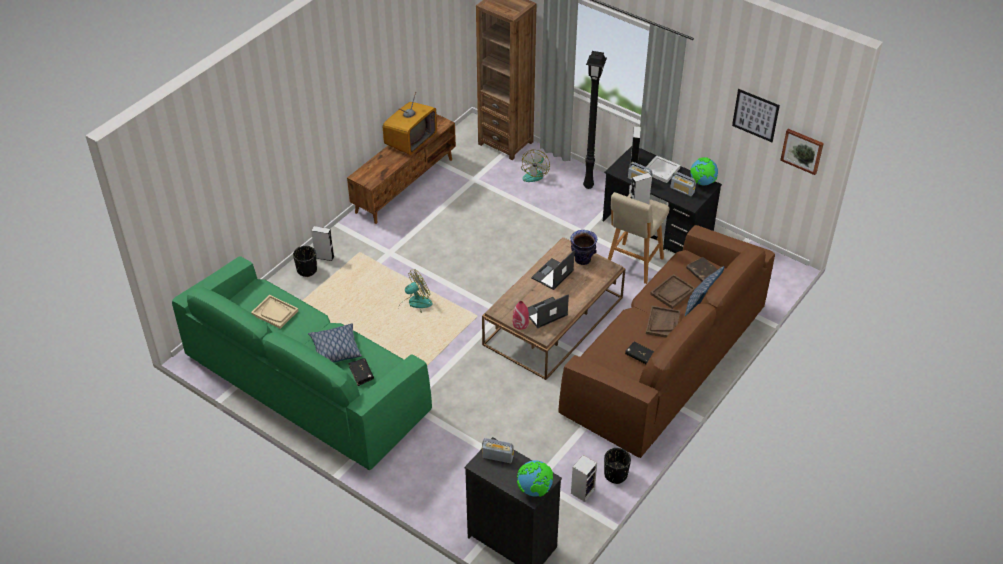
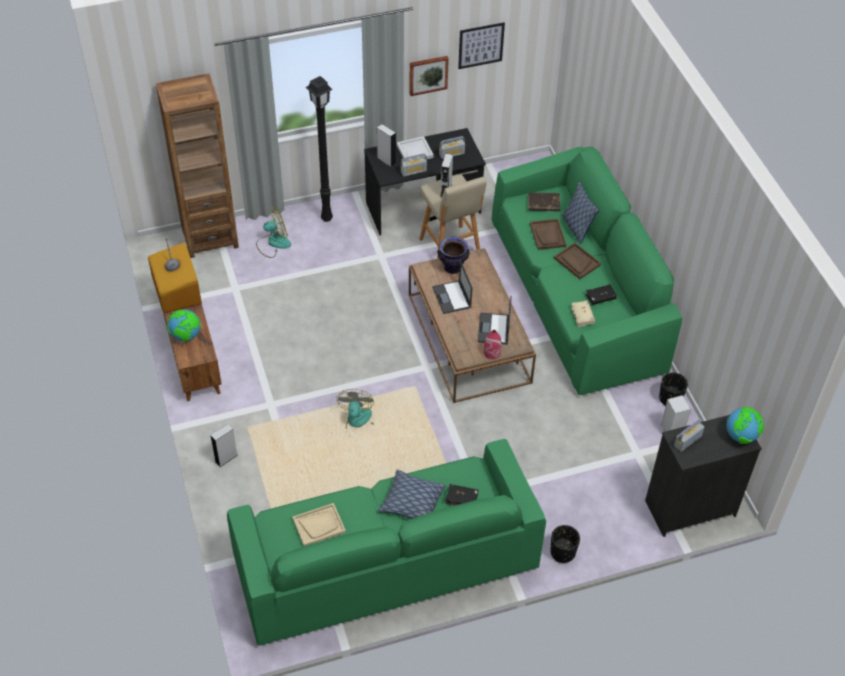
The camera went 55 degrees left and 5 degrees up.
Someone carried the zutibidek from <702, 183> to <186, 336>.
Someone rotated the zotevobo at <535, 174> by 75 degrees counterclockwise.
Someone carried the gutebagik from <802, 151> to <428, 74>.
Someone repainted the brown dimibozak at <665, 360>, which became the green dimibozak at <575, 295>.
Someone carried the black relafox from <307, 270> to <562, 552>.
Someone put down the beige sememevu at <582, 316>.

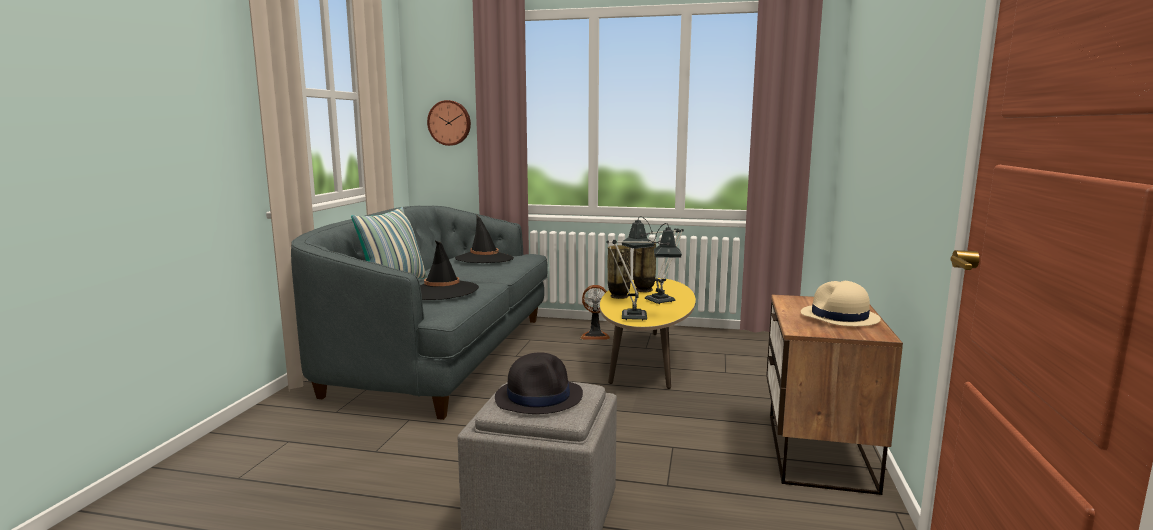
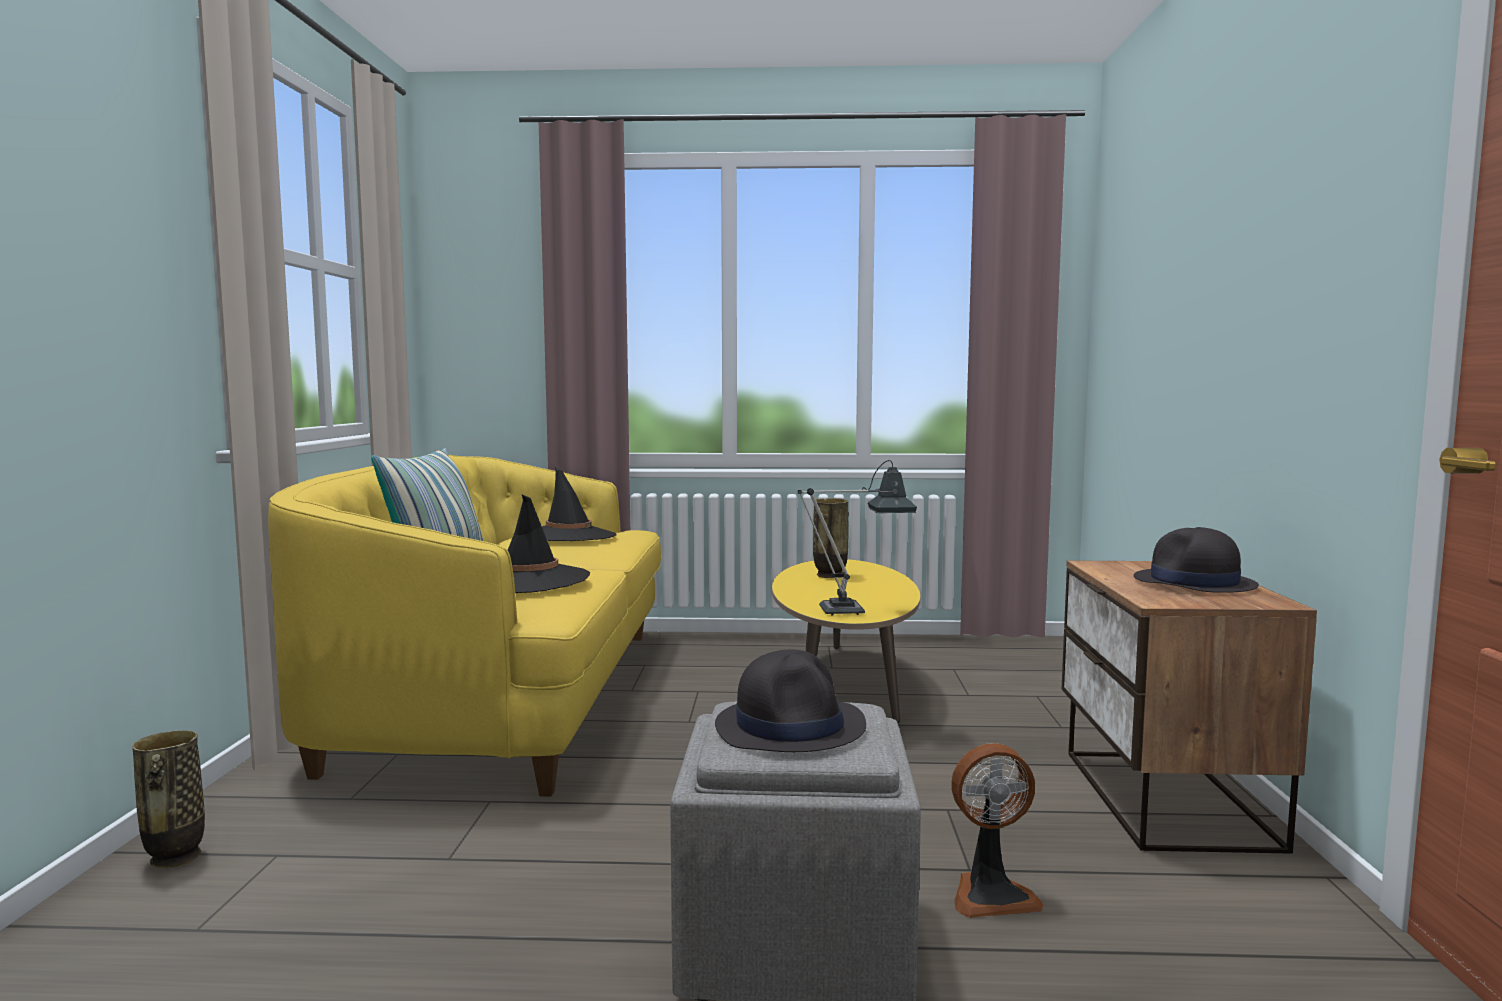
The camera went 10 degrees left and 5 degrees down.
Someone carried the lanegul from <619, 297> to <175, 858>.
Someone repainted the grey dimibozak at <441, 355>, which became the yellow dimibozak at <507, 697>.
Someone carried the zotevobo from <595, 335> to <990, 895>.
Someone repainted the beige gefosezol at <839, 317>, which became the black gefosezol at <1194, 583>.
Someone took away the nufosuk at <450, 123>.
Someone took away the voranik at <654, 301>.

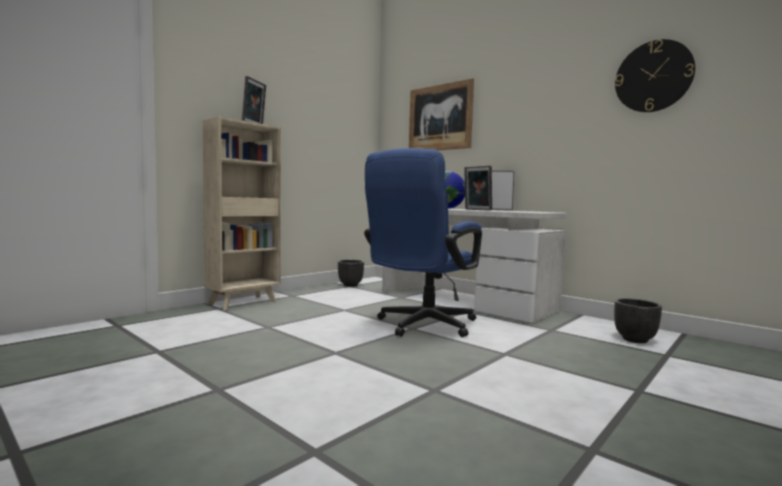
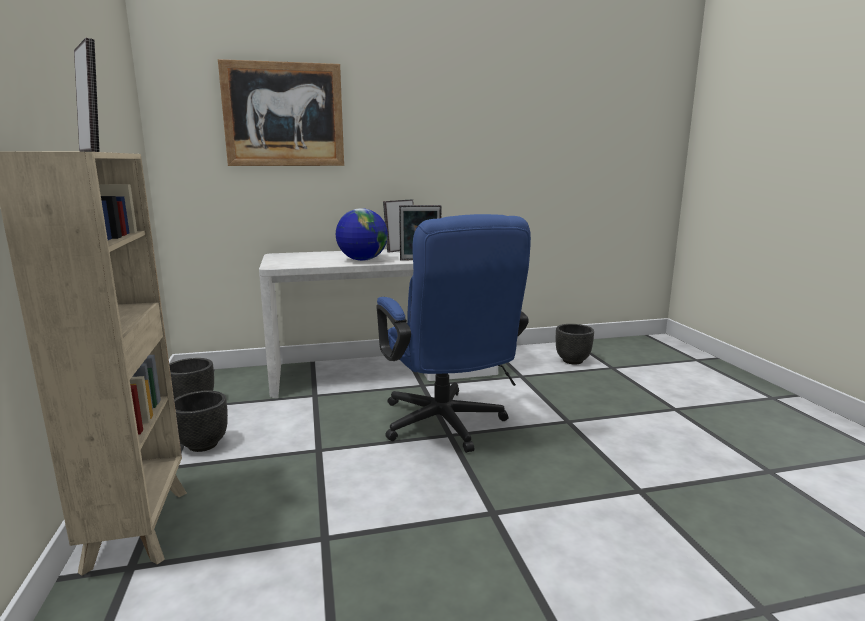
The camera went 55 degrees left and 10 degrees up.
Someone put down the black relafox at <202, 445>.
Someone took away the nufosuk at <653, 76>.

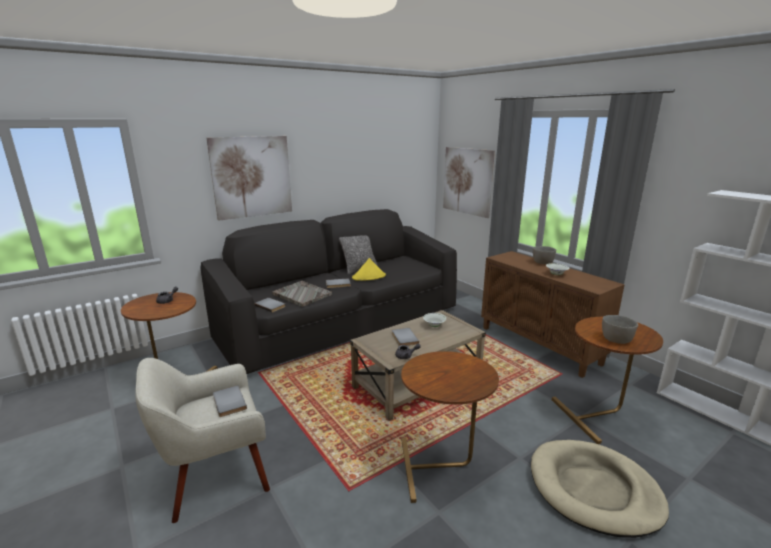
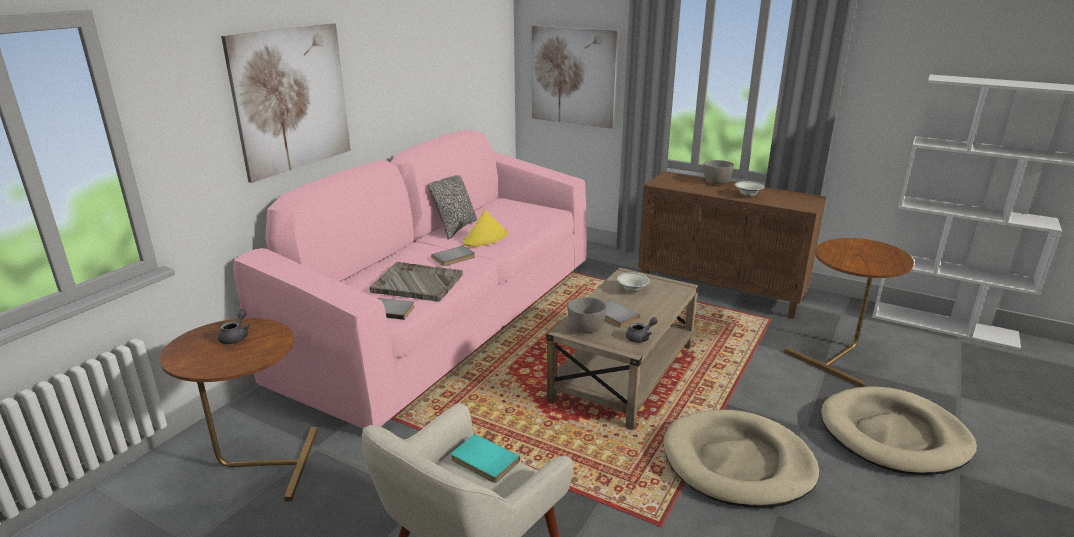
The camera went 25 degrees left and 5 degrees up.
Someone repainted the black dimibozak at <342, 323>, which became the pink dimibozak at <449, 316>.
Someone repainted the grey sememevu at <228, 403>, which became the turquoise sememevu at <483, 461>.
Someone carried the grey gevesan from <615, 340> to <585, 328>.
Someone swapped the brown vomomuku at <442, 467> for the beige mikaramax at <737, 463>.

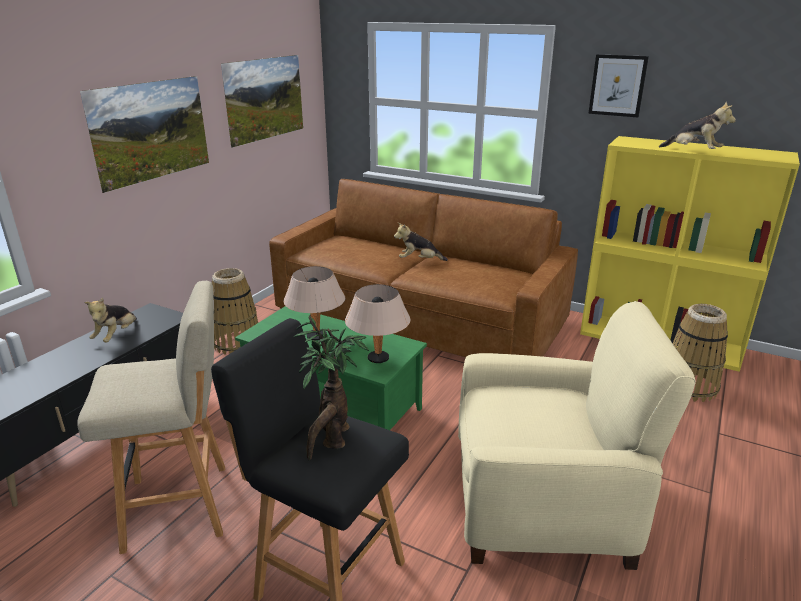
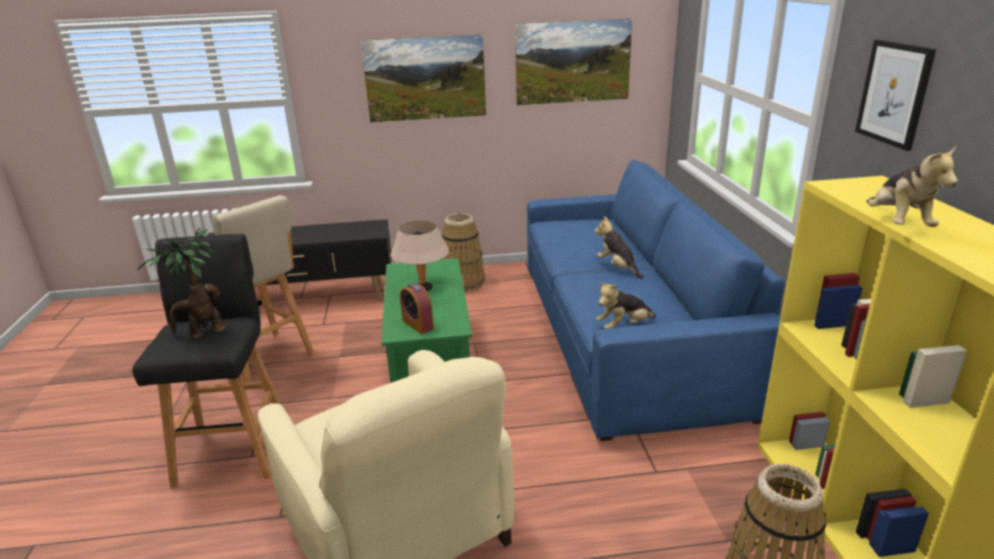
The camera went 55 degrees right and 0 degrees up.
Someone swapped the beige voranik at <378, 358> for the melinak at <418, 324>.
Someone repainted the brown dimibozak at <419, 316>, which became the blue dimibozak at <626, 334>.
Someone carried the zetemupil from <116, 336> to <623, 326>.

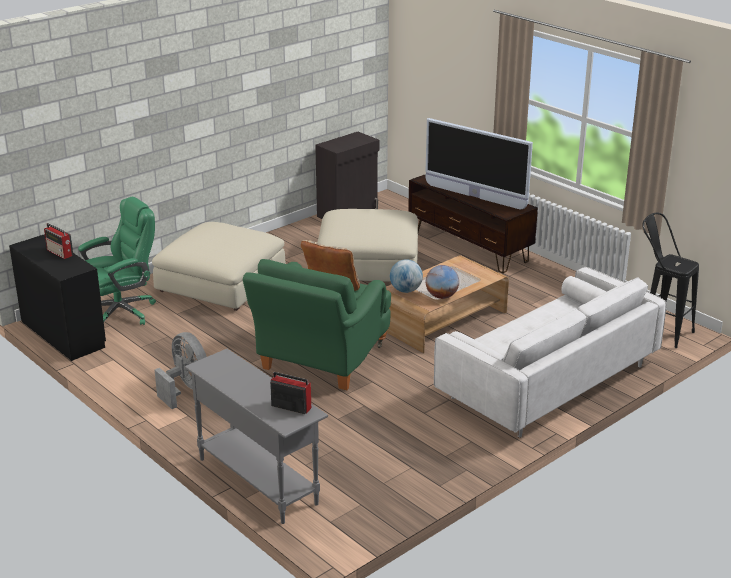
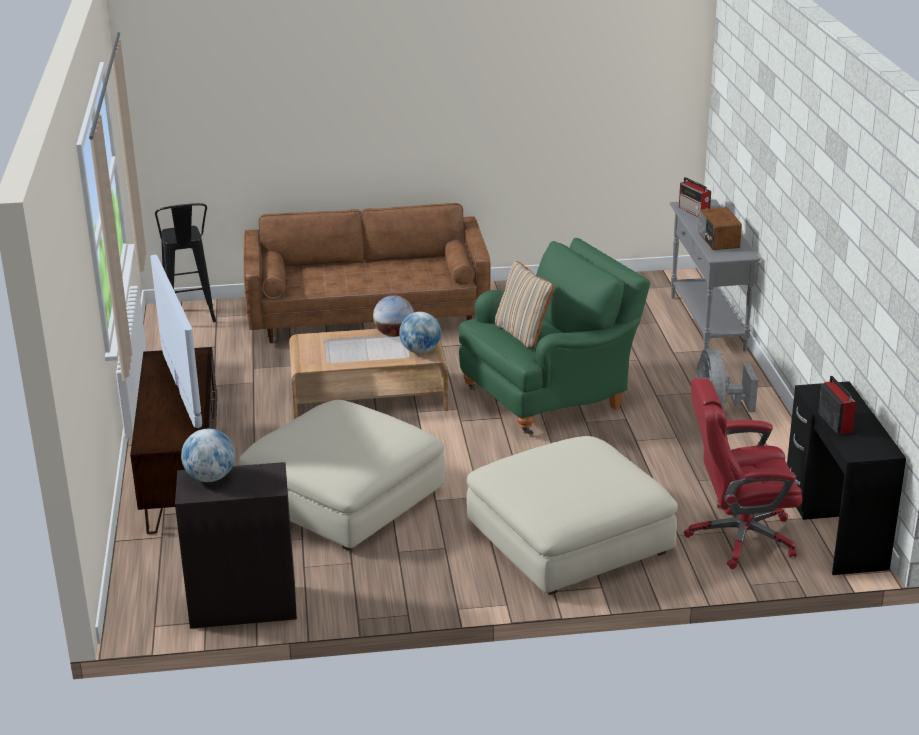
The camera went 145 degrees left and 0 degrees up.
Someone put down the zutibidek at <210, 478>.
Someone repainted the white dimibozak at <548, 382>, which became the brown dimibozak at <367, 315>.
Someone repainted the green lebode at <121, 312>, which became the red lebode at <739, 537>.
Someone put down the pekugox at <718, 240>.

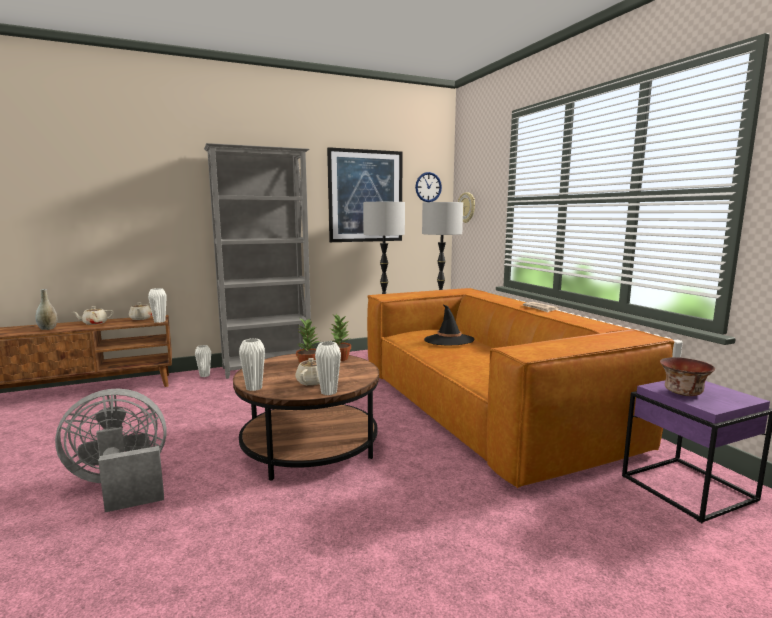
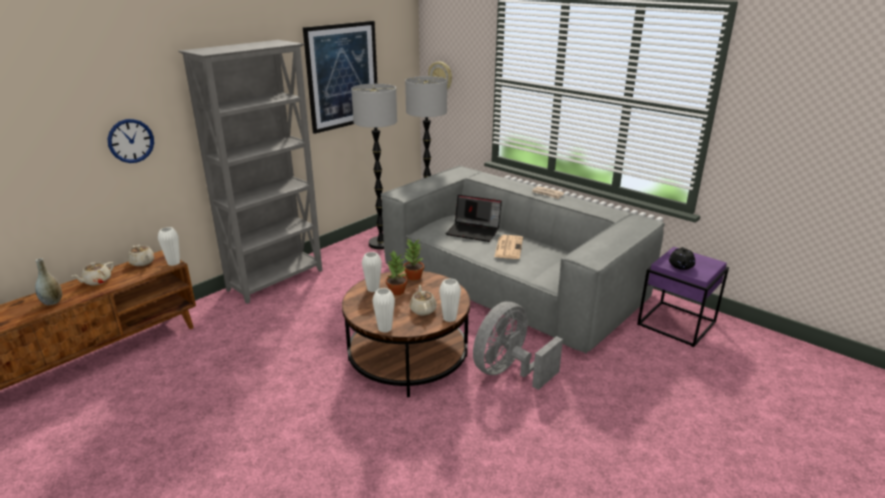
The camera went 25 degrees left and 15 degrees up.
Someone carried the nufosuk from <428, 187> to <131, 141>.
Someone carried the white lanegul from <204, 375> to <373, 289>.
Someone repainted the brown dimibozak at <484, 406>, which became the grey dimibozak at <510, 283>.
Someone swapped the black gefosezol at <449, 340> for the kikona at <474, 231>.
Someone carried the grey zotevobo from <121, 485> to <509, 372>.
Someone put down the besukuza at <508, 247>.
Someone swapped the gevesan at <684, 393> for the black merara at <681, 266>.

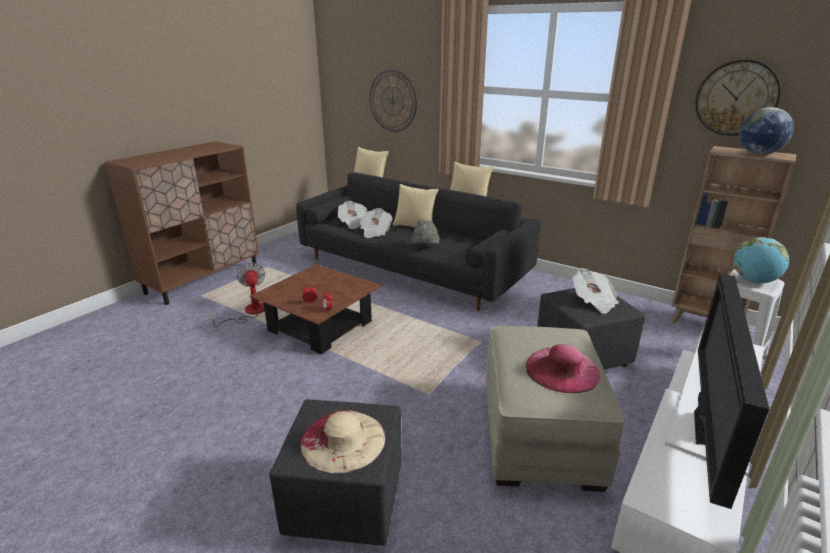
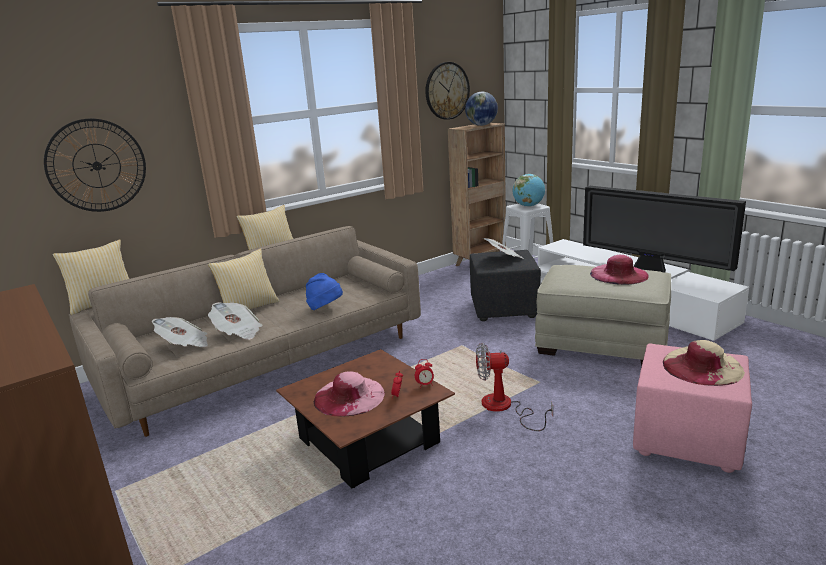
The camera went 70 degrees left and 5 degrees down.
Someone repainted the black dimibozak at <412, 268>, which became the beige dimibozak at <266, 361>.
Someone repainted the grey gefosezol at <425, 248>, which became the blue gefosezol at <325, 308>.
Someone put down the pink gefosezol at <349, 396>.
Someone carried the zotevobo from <249, 313> to <504, 408>.
Someone repainted the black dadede at <346, 501>, which became the pink dadede at <685, 439>.

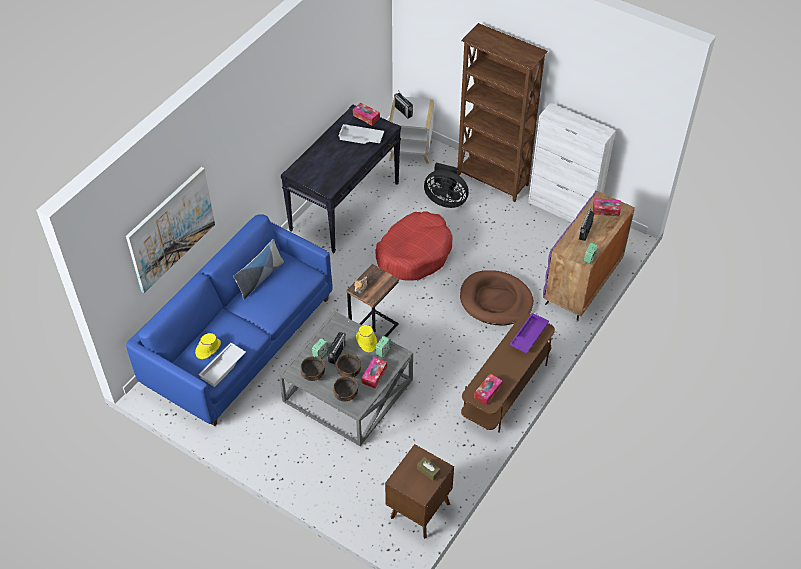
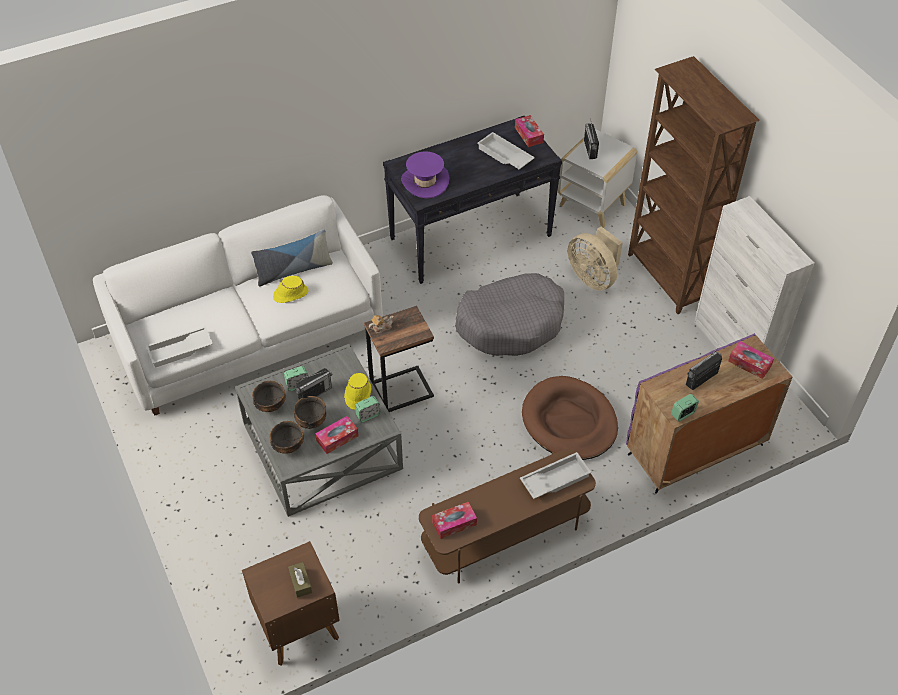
The camera went 30 degrees right and 0 degrees up.
Someone repainted the blue dimibozak at <239, 340>, which became the white dimibozak at <249, 334>.
Someone carried the yellow gefosezol from <208, 349> to <290, 294>.
Someone put down the purple gefosezol at <425, 182>.
Someone repainted the red mikaramax at <414, 253>, which became the grey mikaramax at <511, 323>.
Someone repainted the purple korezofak at <528, 335>, which became the white korezofak at <555, 479>.
Someone repainted the black zotevobo at <445, 200>, which became the beige zotevobo at <593, 277>.
Someone took away the gutebagik at <171, 229>.

